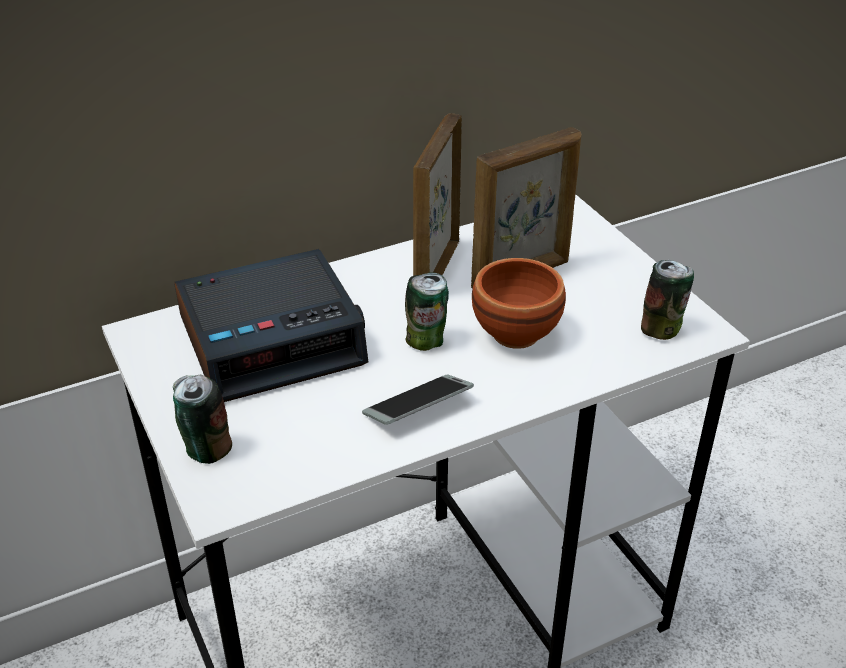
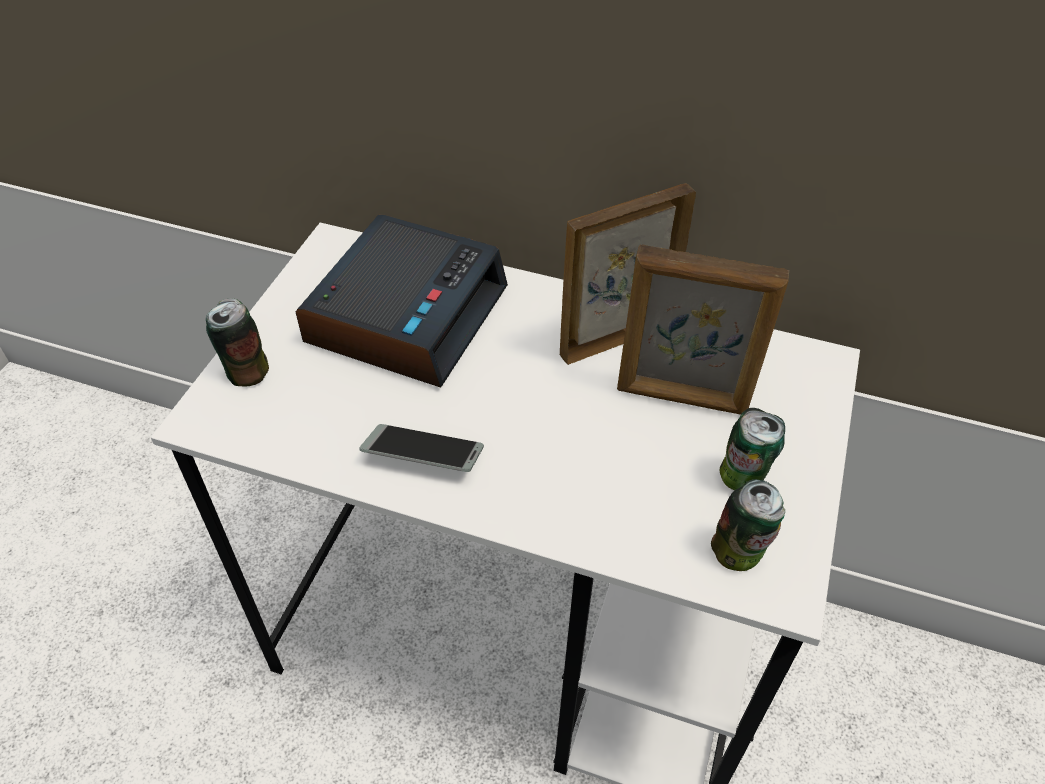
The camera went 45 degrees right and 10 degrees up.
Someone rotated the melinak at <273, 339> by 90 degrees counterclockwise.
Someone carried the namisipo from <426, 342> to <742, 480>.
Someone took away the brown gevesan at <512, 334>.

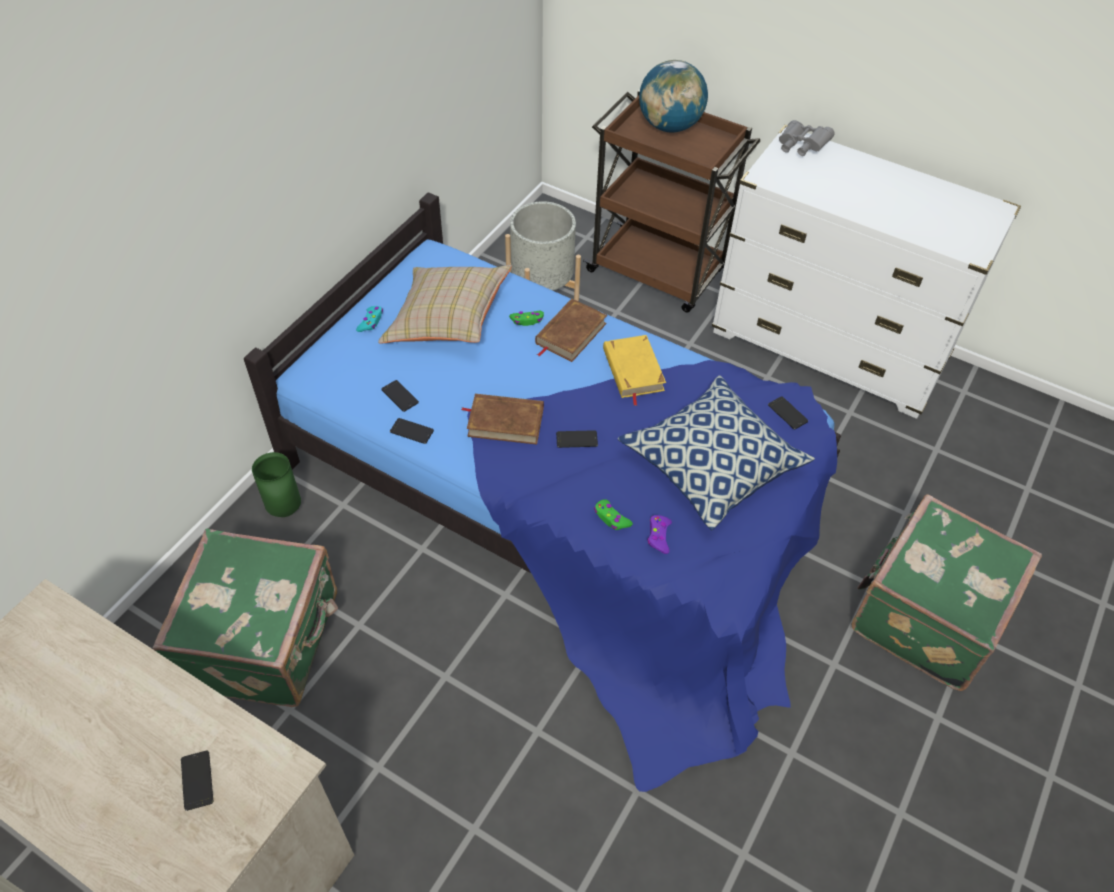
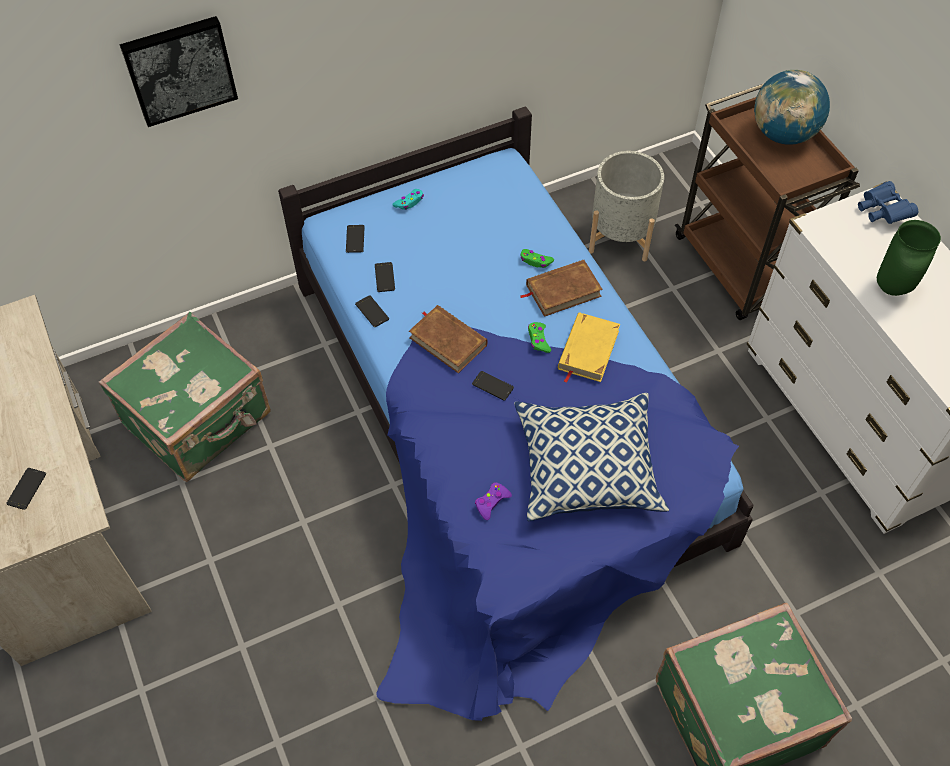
The camera went 35 degrees right and 5 degrees up.
Someone put up the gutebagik at <179, 69>.
Someone carried the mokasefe from <787, 413> to <355, 239>.
Someone carried the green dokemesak from <611, 518> to <538, 340>.
Someone repainted the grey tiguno at <801, 147>, which became the blue tiguno at <882, 211>.
Someone carried the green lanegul from <286, 510> to <893, 289>.
Someone took away the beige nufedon at <447, 320>.

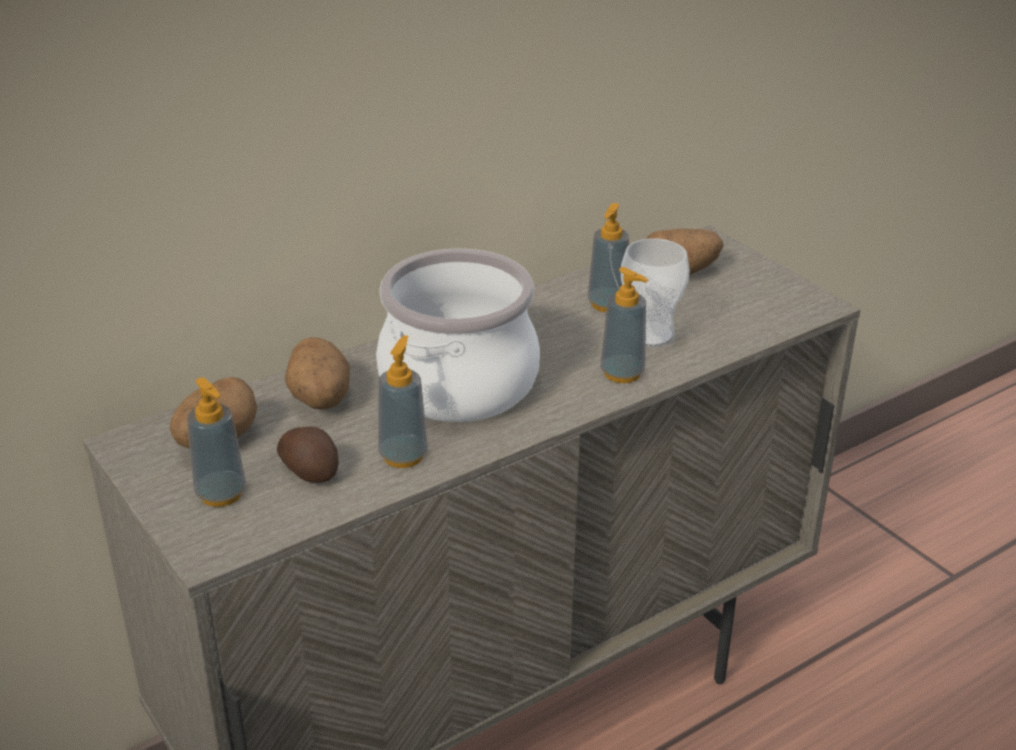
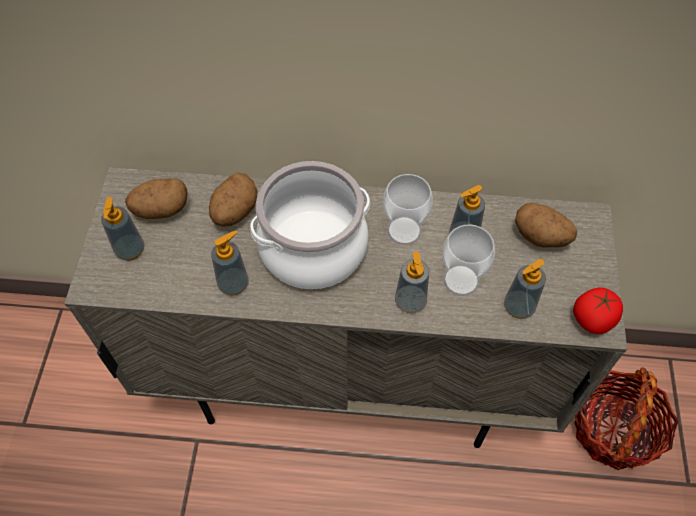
The camera went 40 degrees right and 25 degrees up.
Someone put down the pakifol at <404, 231>.
Someone put down the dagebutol at <518, 307>.
Someone put down the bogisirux at <592, 319>.
Someone put down the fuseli at <614, 430>.
Someone took away the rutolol at <310, 470>.

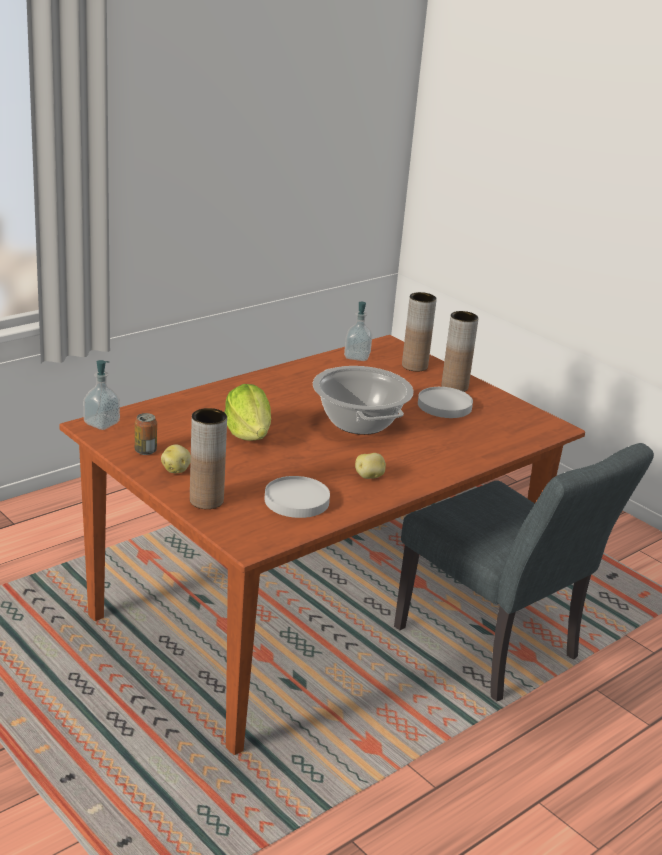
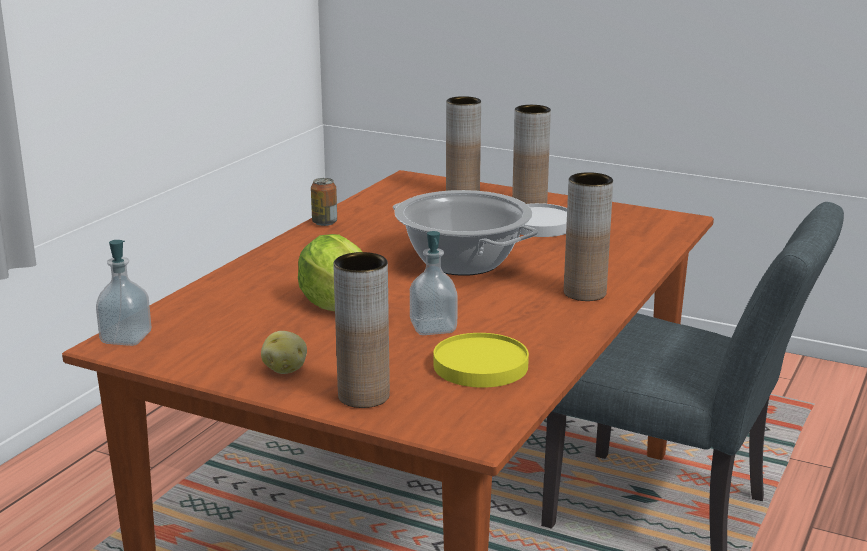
The camera went 20 degrees left and 5 degrees down.
Someone carried the namisipo from <145, 451> to <324, 222>.
Someone carried the dagebutol from <357, 356> to <433, 328>.
Someone repainted the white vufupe at <296, 501>, which became the yellow vufupe at <480, 366>.
Someone put down the brown lanegul at <584, 293>.
Someone took away the rutolol at <370, 477>.

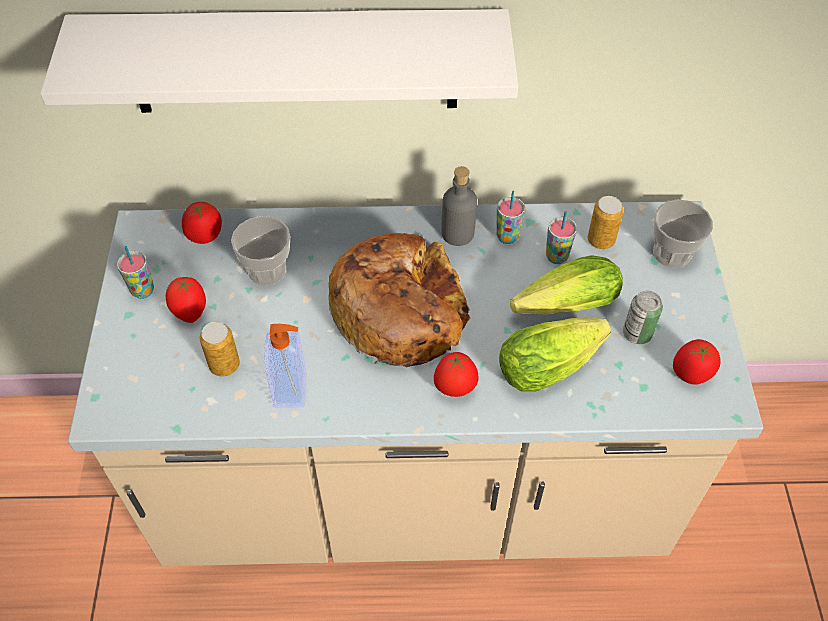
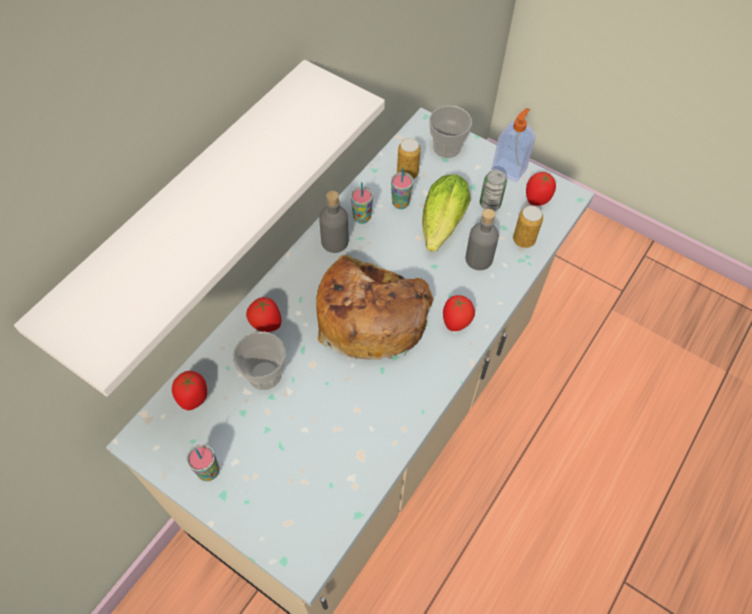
The camera went 55 degrees left and 5 degrees up.
Someone carried the bogisirux from <190, 312> to <266, 325>.
Someone swapped the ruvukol at <553, 364> for the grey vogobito at <478, 259>.
Someone carried the dagebutol from <292, 389> to <509, 169>.
Someone carried the namisipo from <224, 365> to <523, 240>.

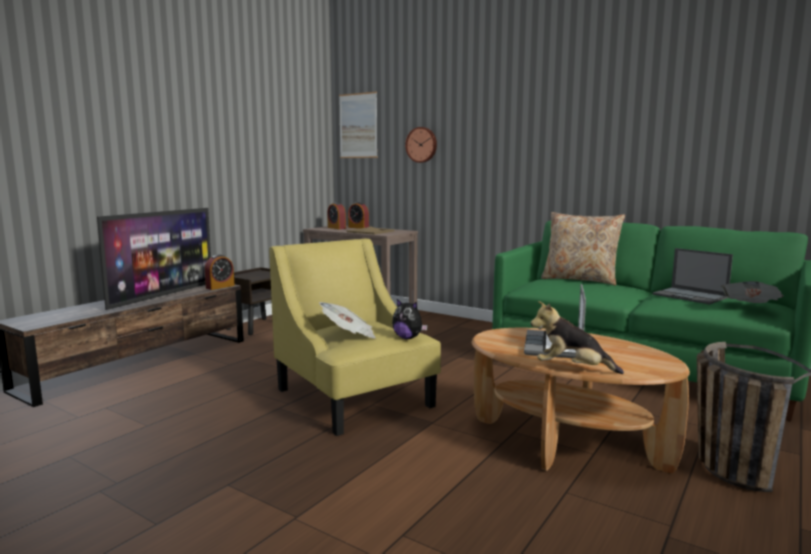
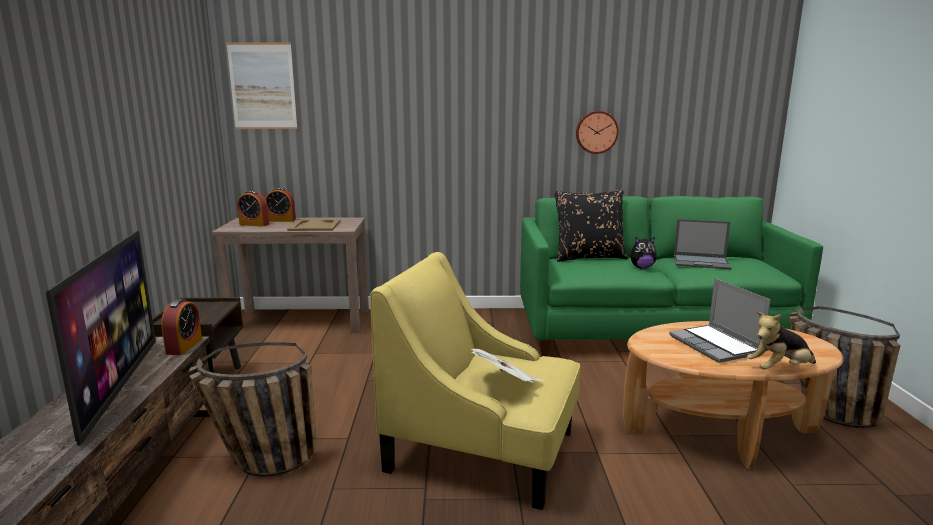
The camera went 35 degrees left and 5 degrees up.
Someone put down the fuseli at <256, 463>.
Someone repainted the beige nufedon at <580, 280>, which became the black nufedon at <588, 257>.
Someone carried the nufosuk from <422, 145> to <596, 132>.
Someone carried the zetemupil from <408, 338> to <641, 267>.
Someone took away the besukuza at <750, 307>.

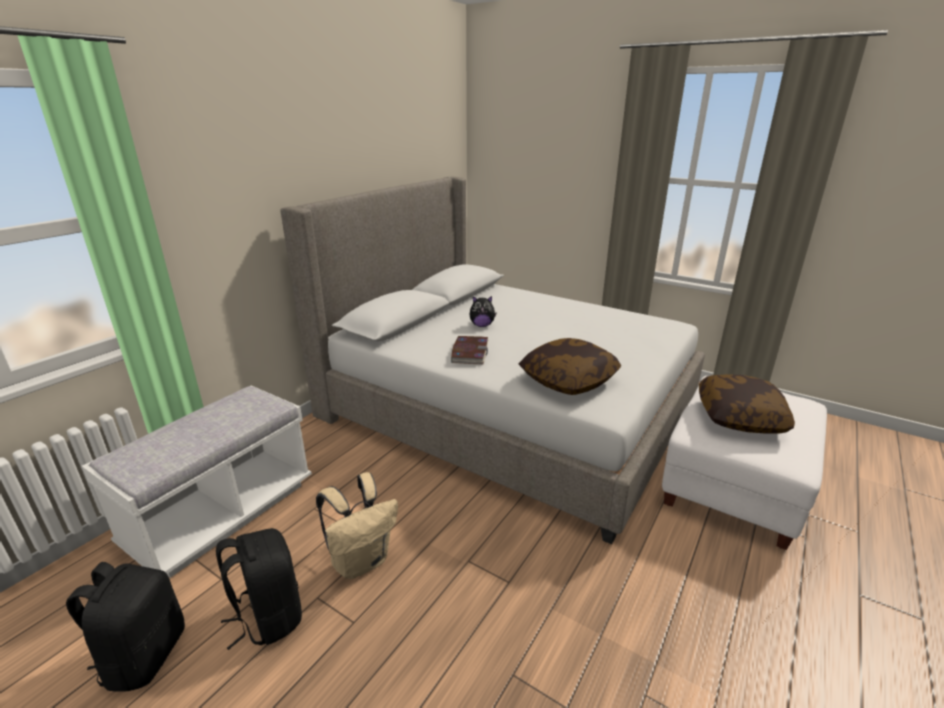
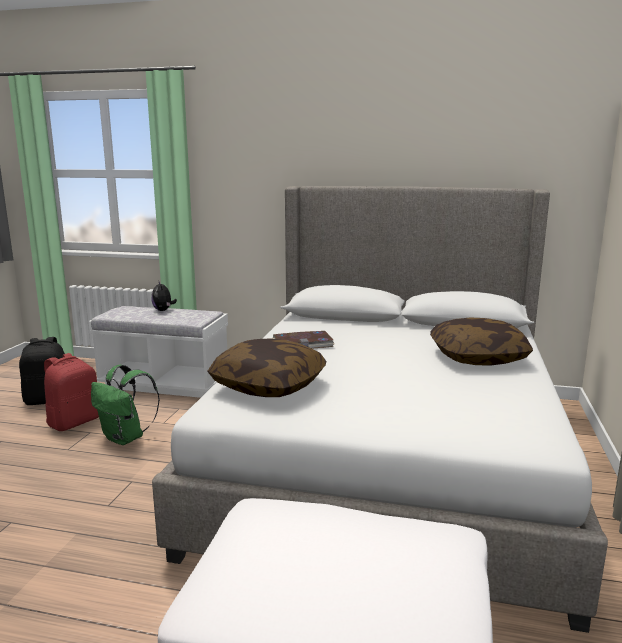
The camera went 70 degrees right and 10 degrees down.
Someone repainted the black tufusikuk at <268, 616>, which became the red tufusikuk at <74, 422>.
Someone repainted the beige tufusikuk at <361, 560>, which became the green tufusikuk at <126, 438>.
Someone carried the zetemupil from <482, 325> to <163, 310>.
Someone carried the nufedon from <739, 417> to <478, 357>.

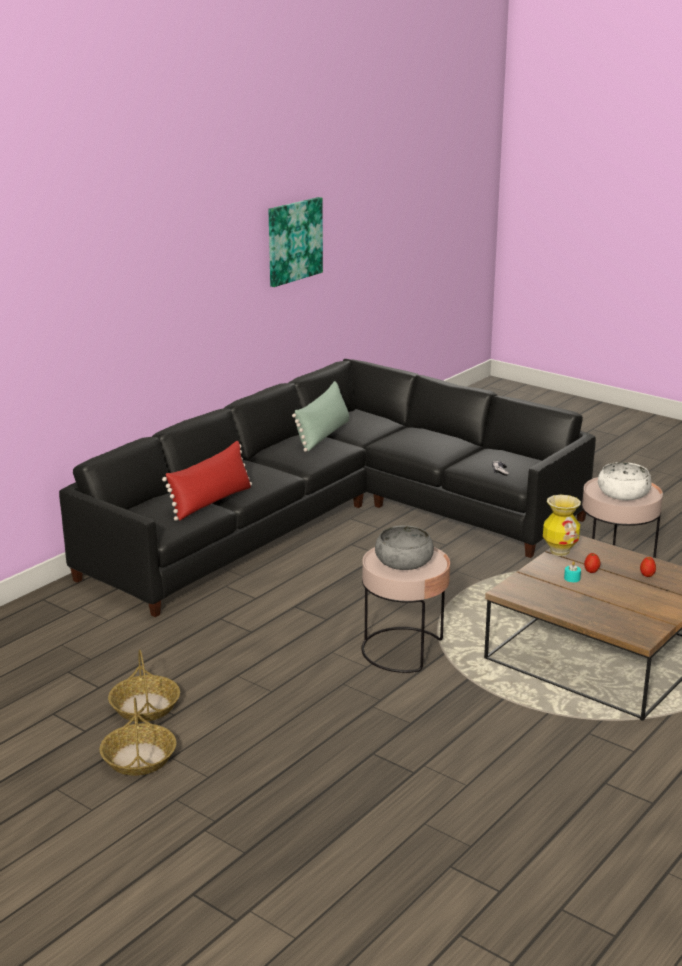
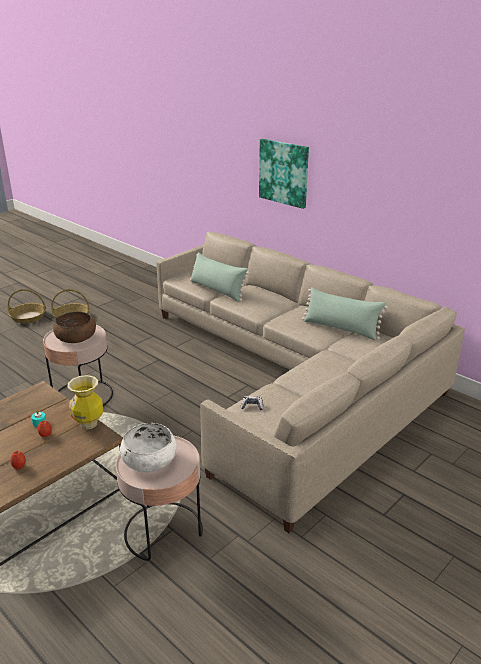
The camera went 95 degrees right and 5 degrees up.
Someone repainted the grey gevesan at <403, 562>, which became the brown gevesan at <76, 337>.
Someone repainted the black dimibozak at <333, 519>, which became the beige dimibozak at <294, 379>.
Someone repainted the red nufedon at <211, 502>, which became the green nufedon at <217, 290>.
Someone carried the gutebagik from <294, 241> to <284, 172>.

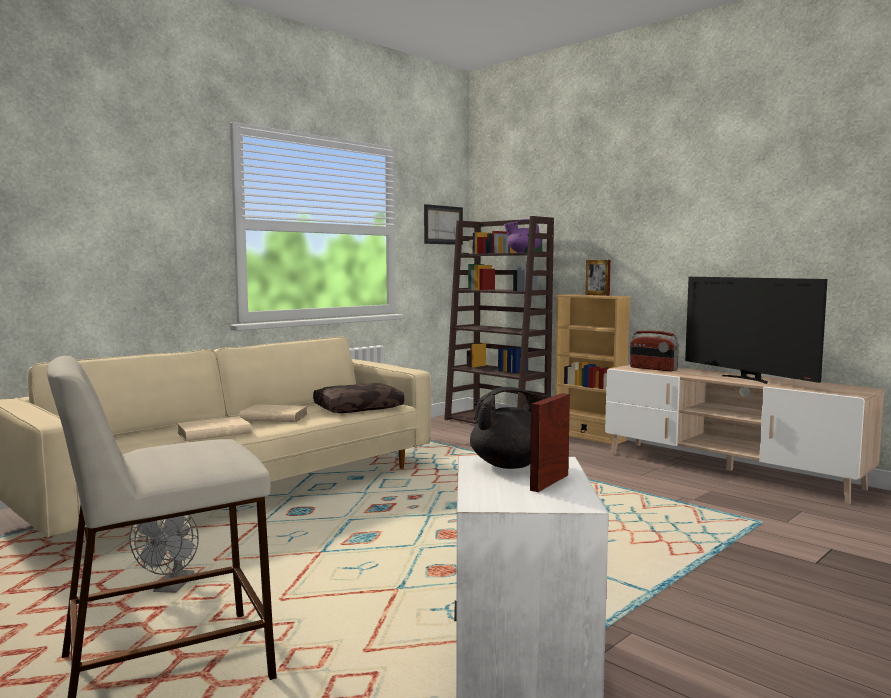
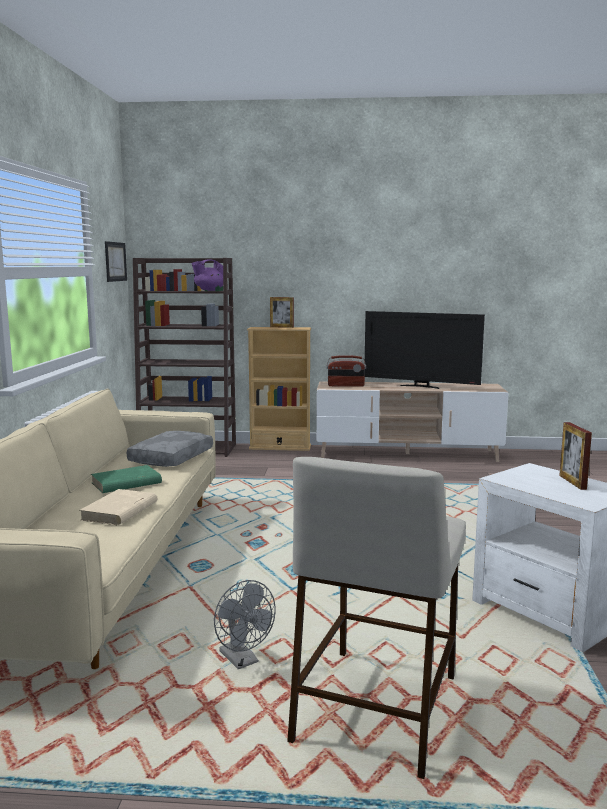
The camera went 40 degrees left and 5 degrees up.
Someone repainted the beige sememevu at <273, 417>, which became the green sememevu at <125, 483>.
Someone repainted the brown nufedon at <358, 408>, which became the grey nufedon at <171, 458>.
Someone took away the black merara at <511, 465>.

